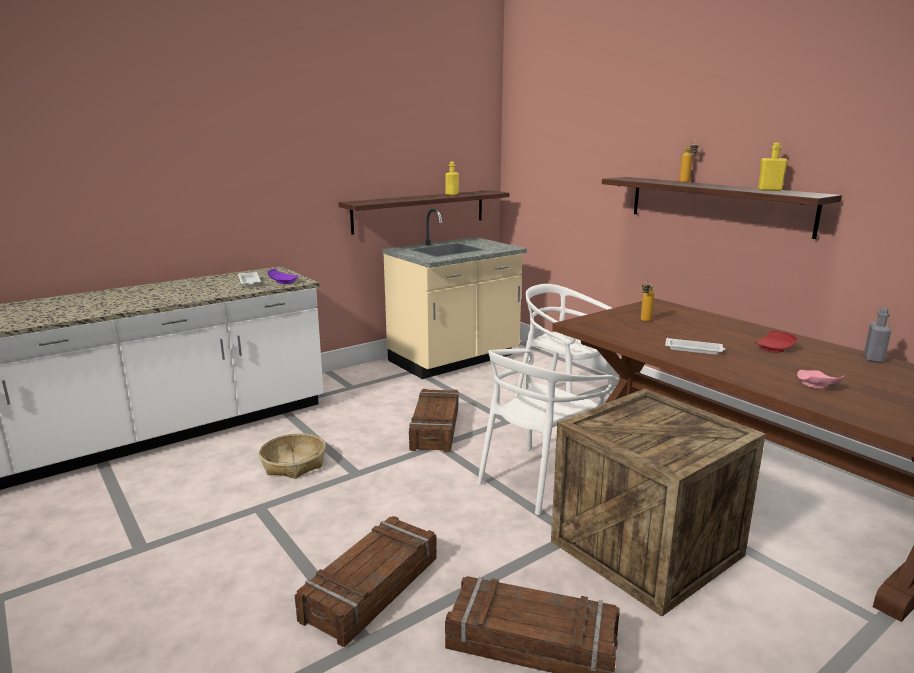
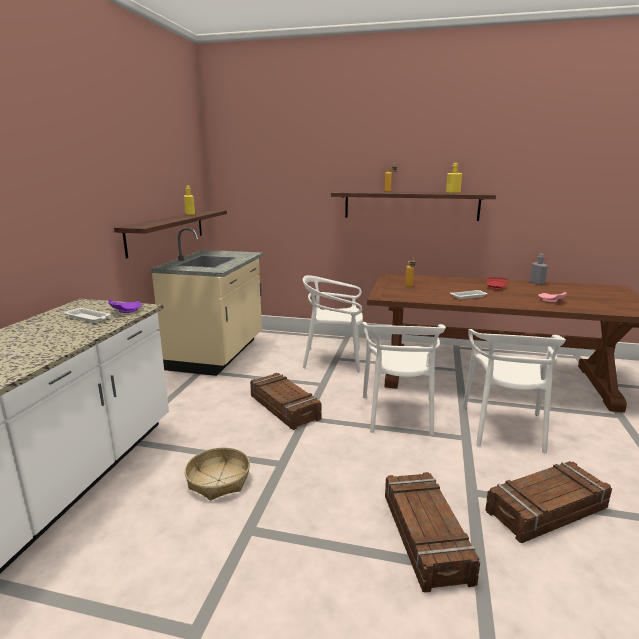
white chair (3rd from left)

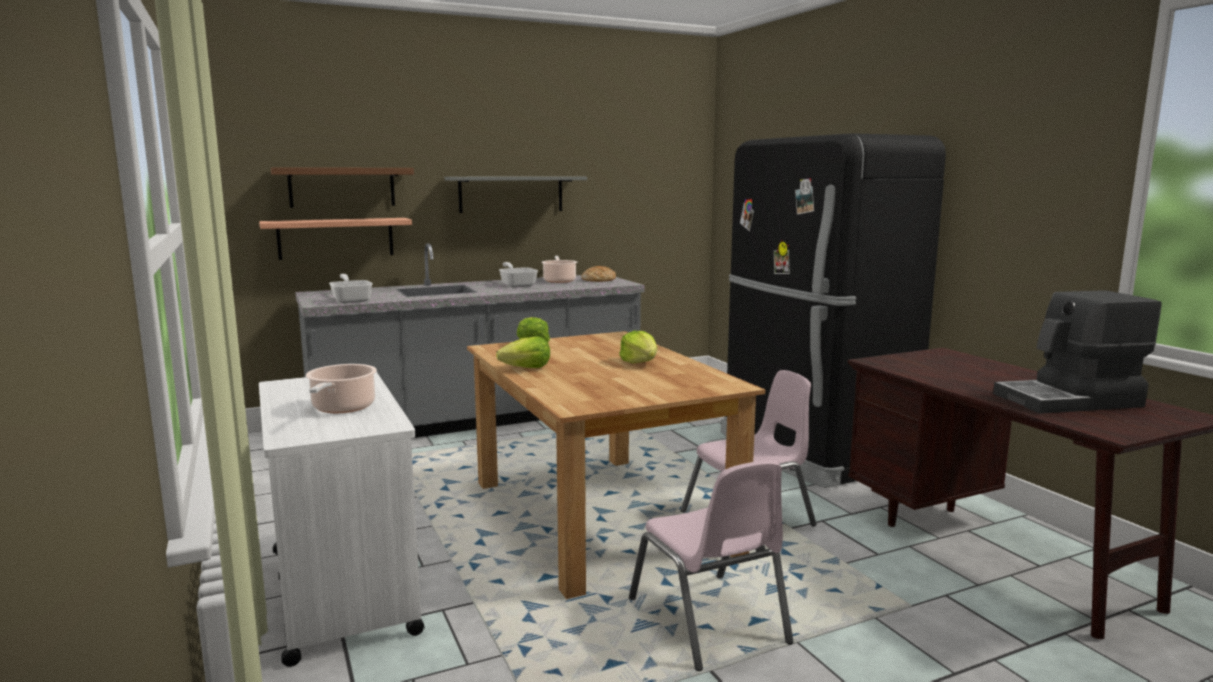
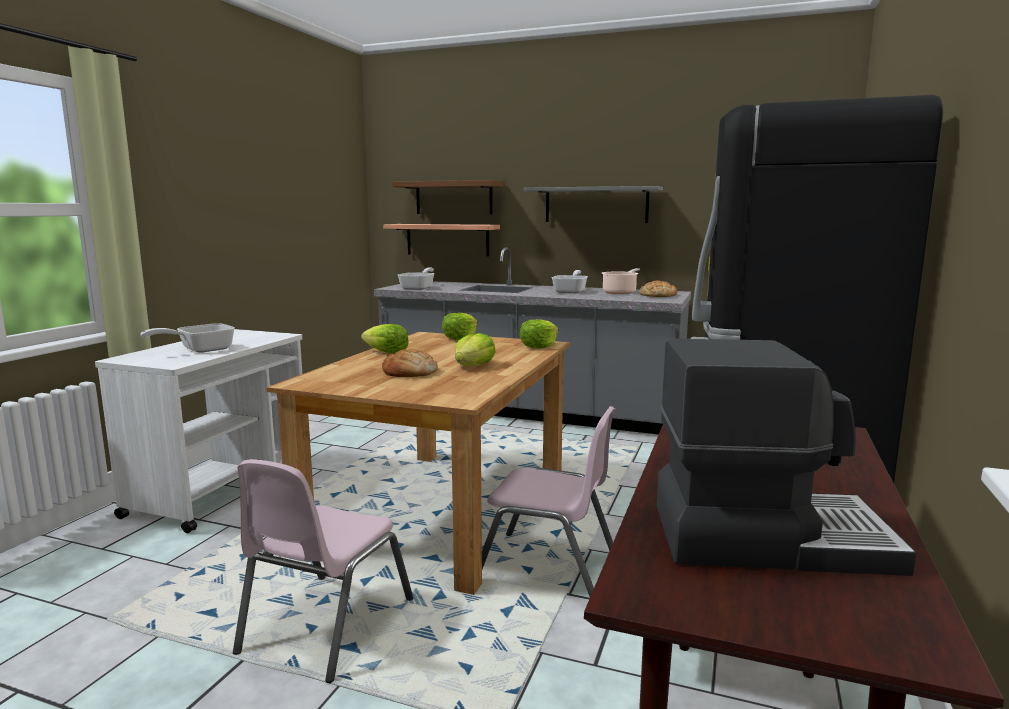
frying pan (1st from left); bread (1st from left); lettuce (4th from left); coffee machine

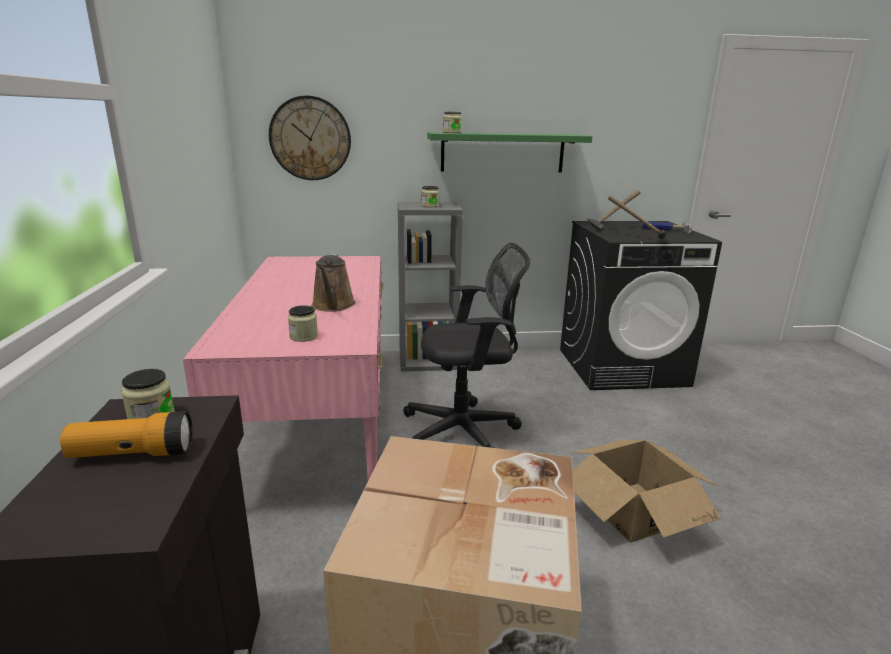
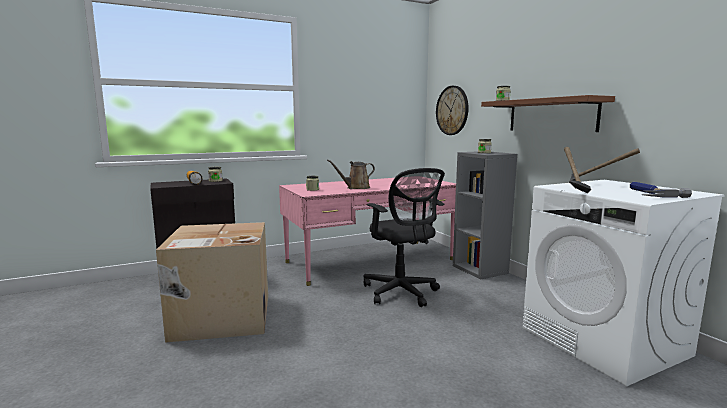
brown shelf; white washing machine; cardboard box (2nd from left in the first image)

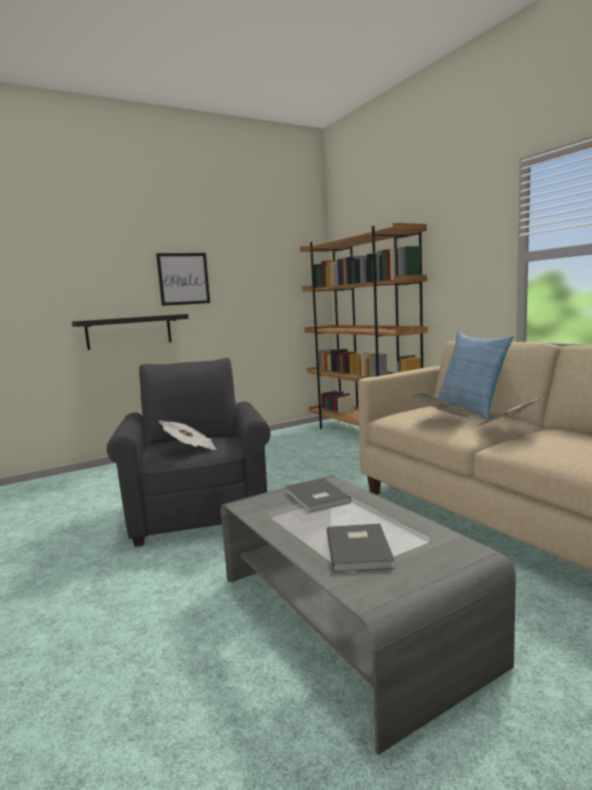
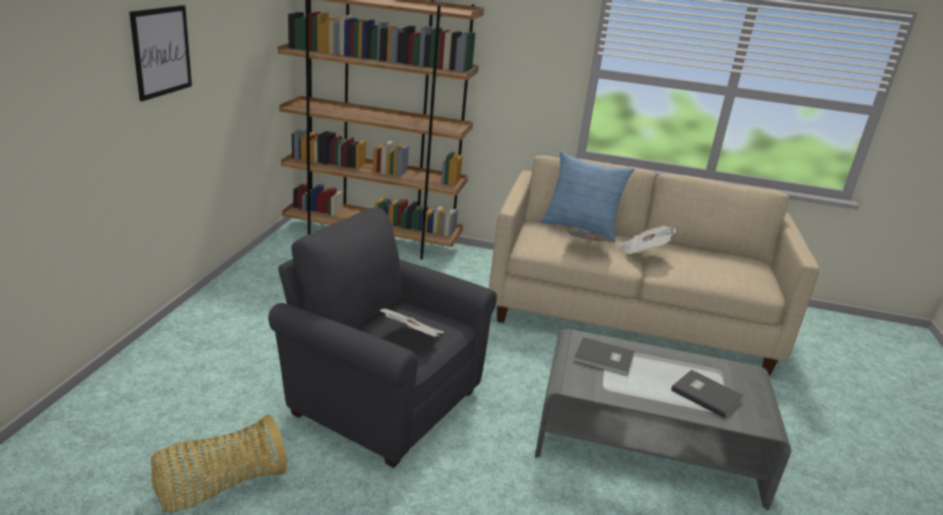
basket; black shelf

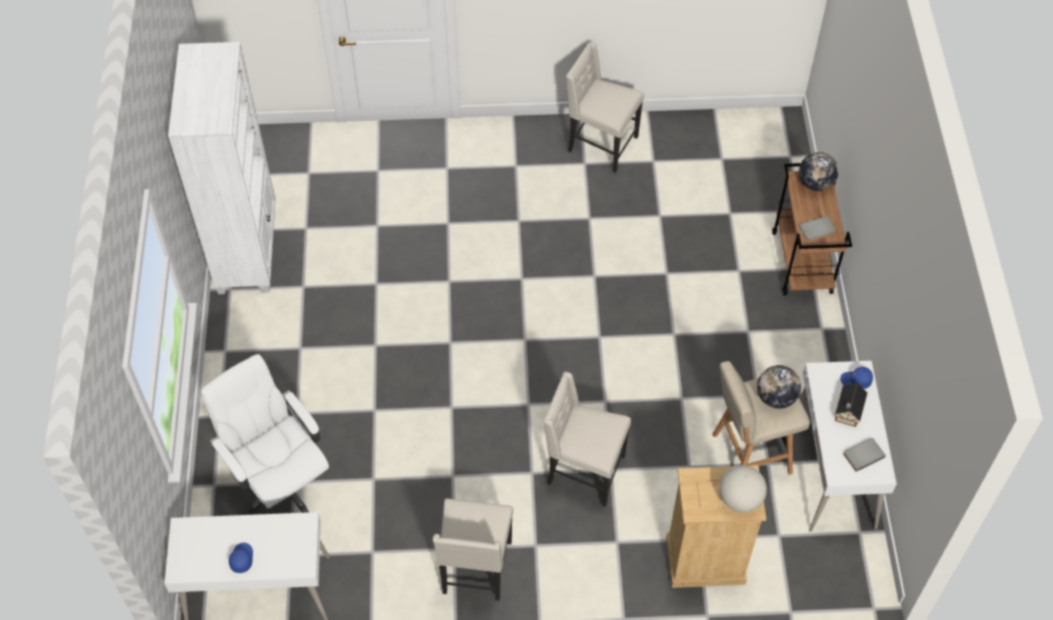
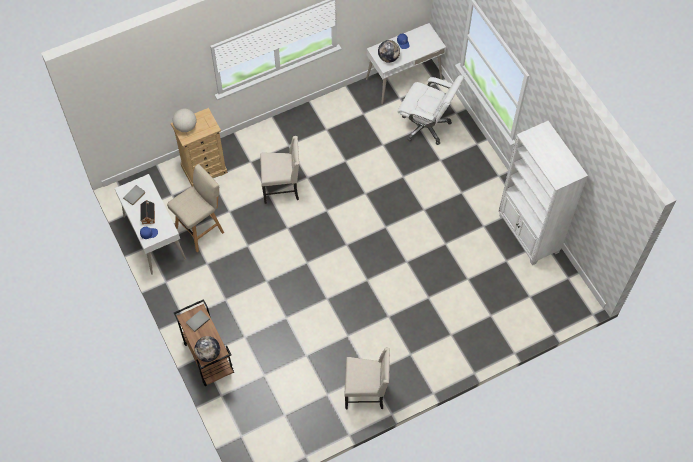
globe (3rd from left); beige chair (1st from left in the first image)

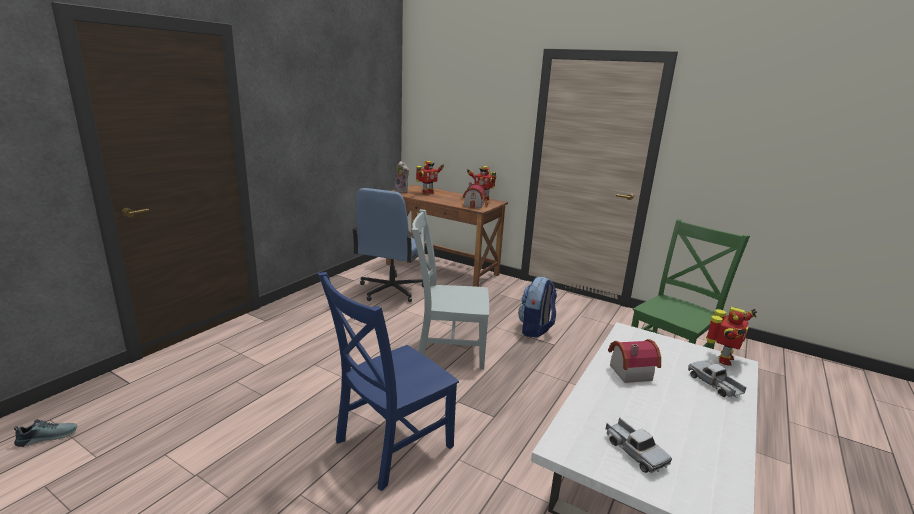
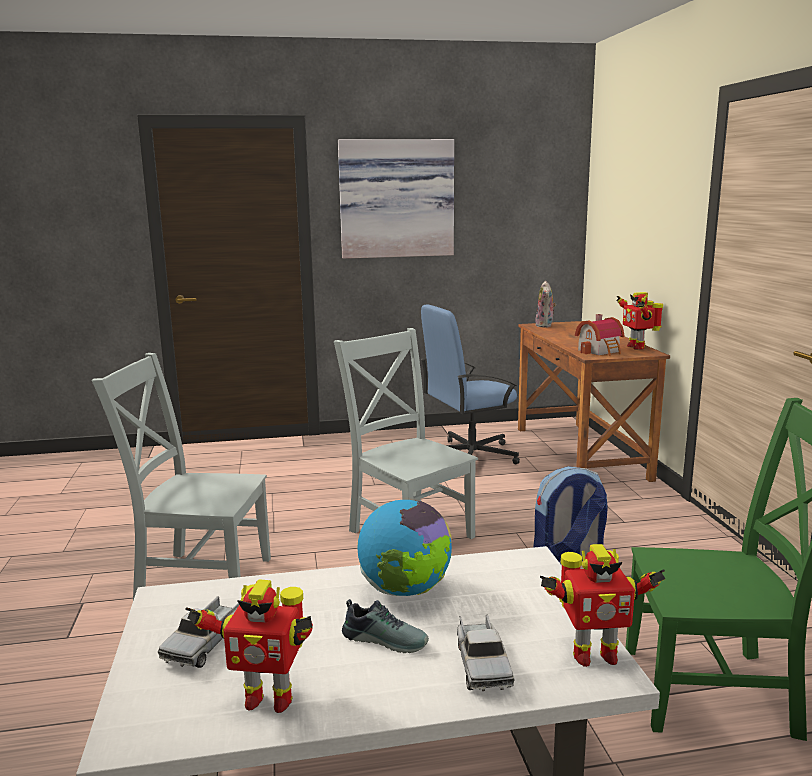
grey chair (1st from left); toy robot (1st from left); picture; shoe; globe; toy truck (2nd from left)

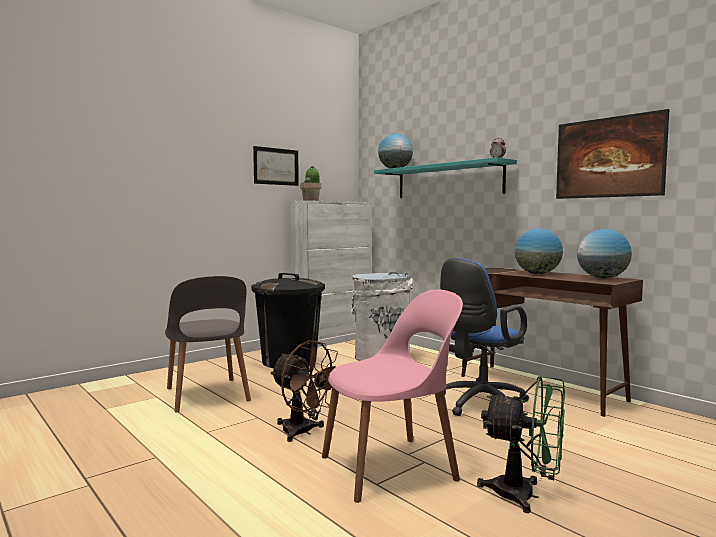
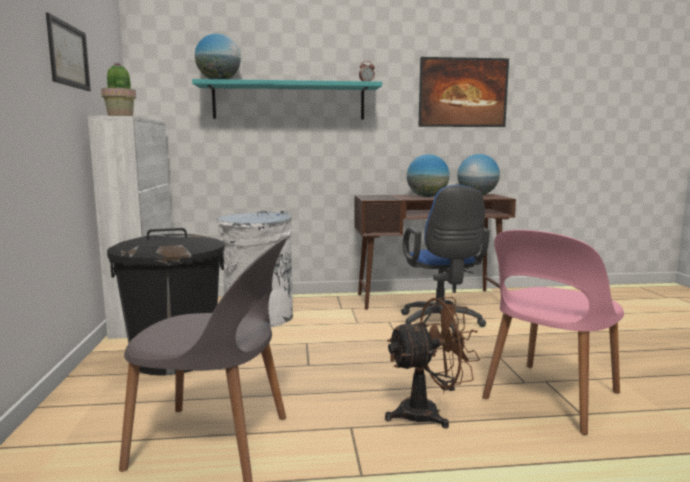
pink chair; green fan

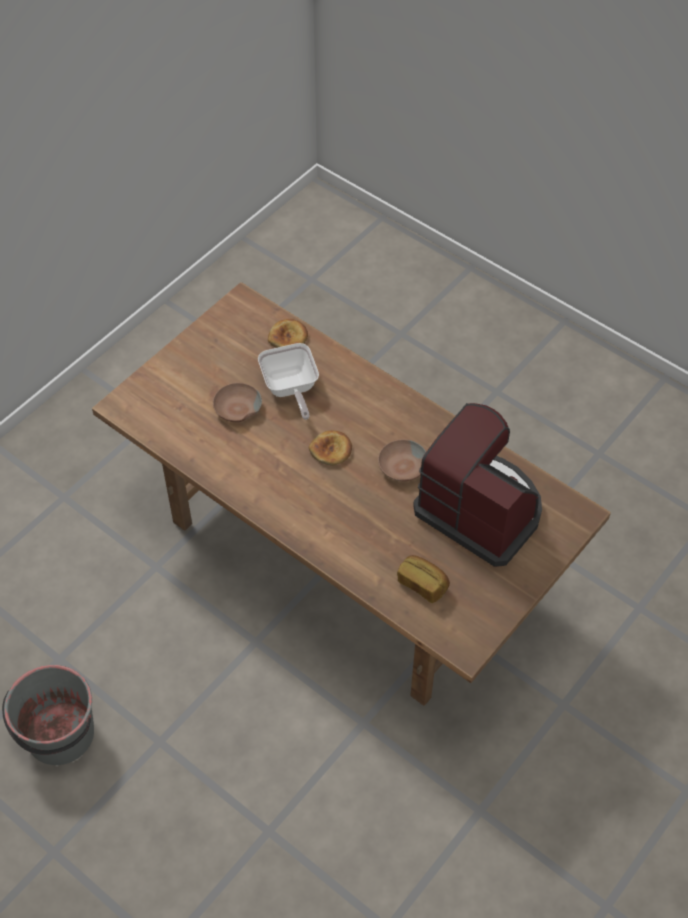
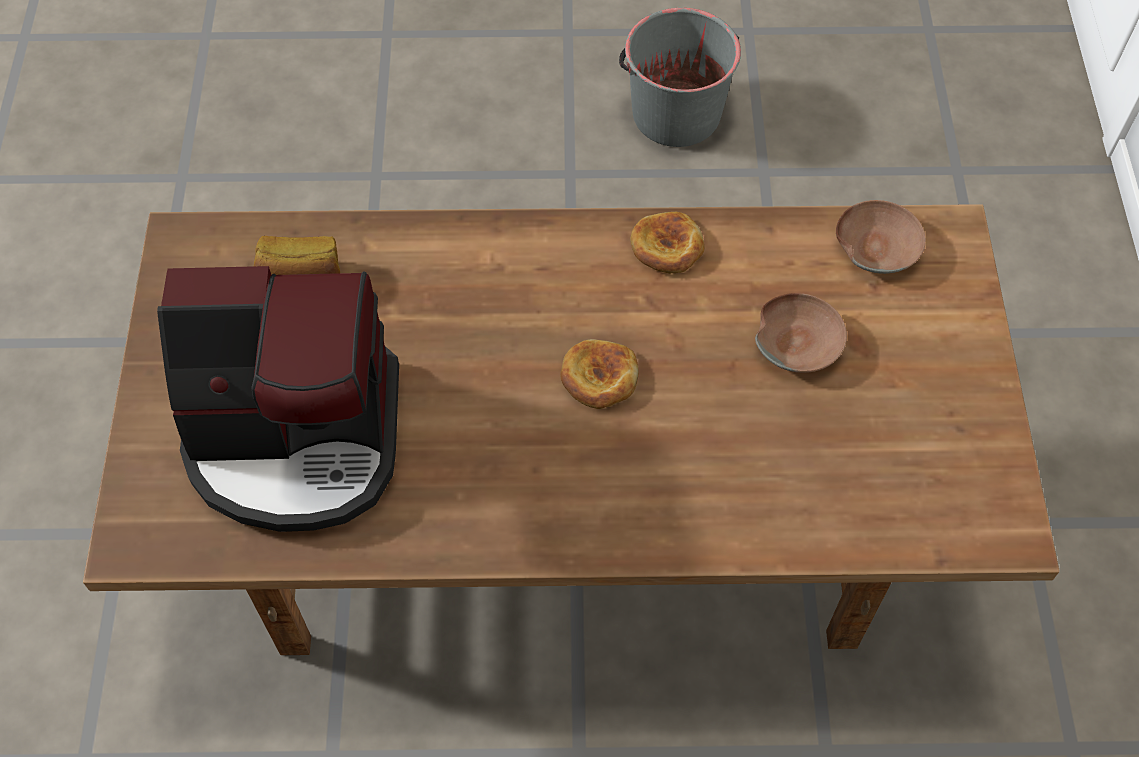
bread (3rd from left); brown bowl (2nd from left); frying pan

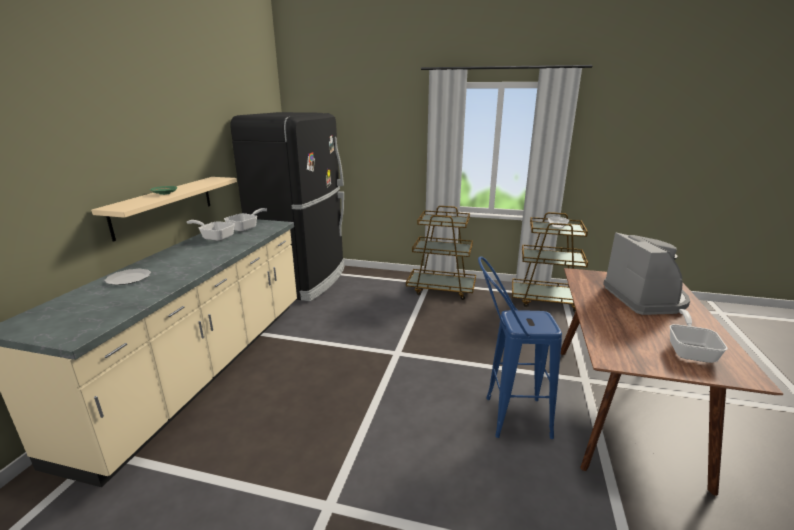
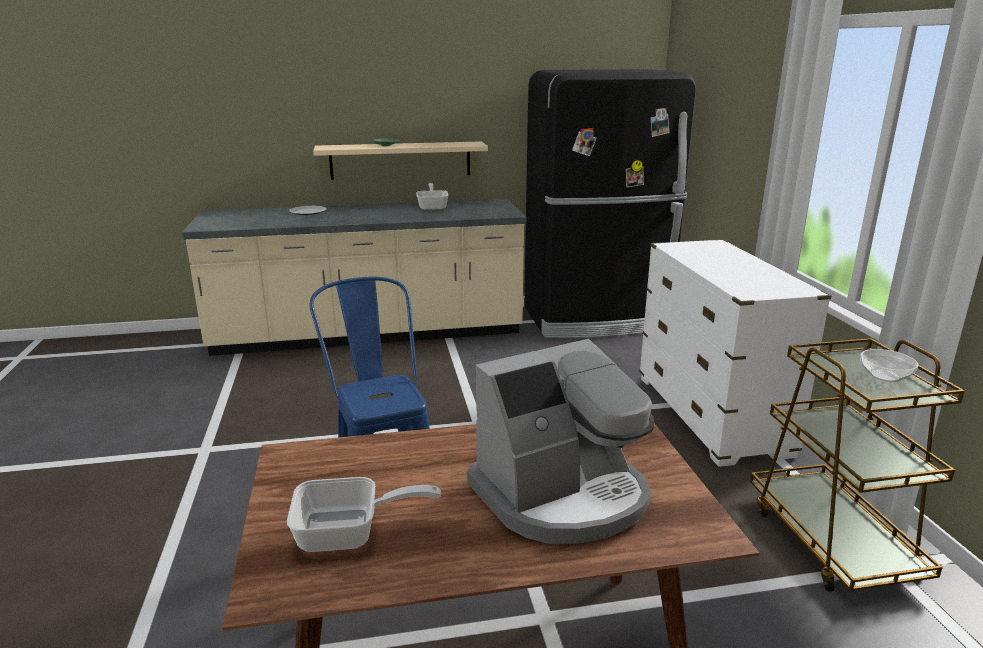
white dresser; frying pan (2nd from left in the first image)

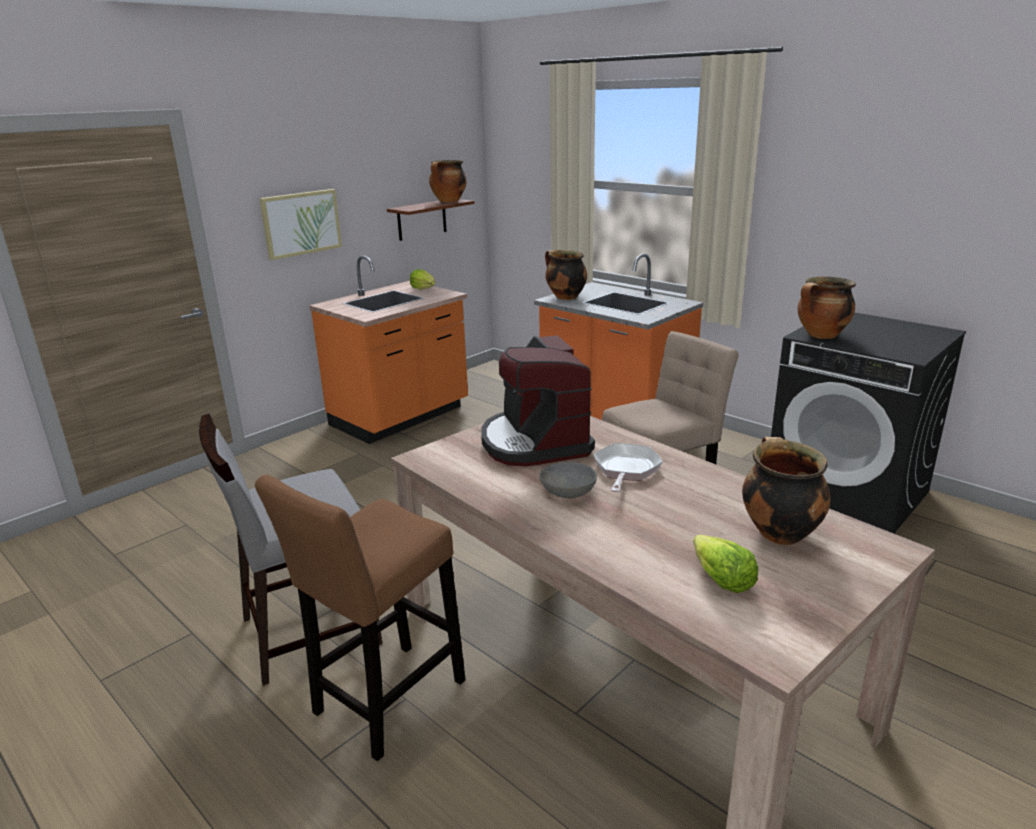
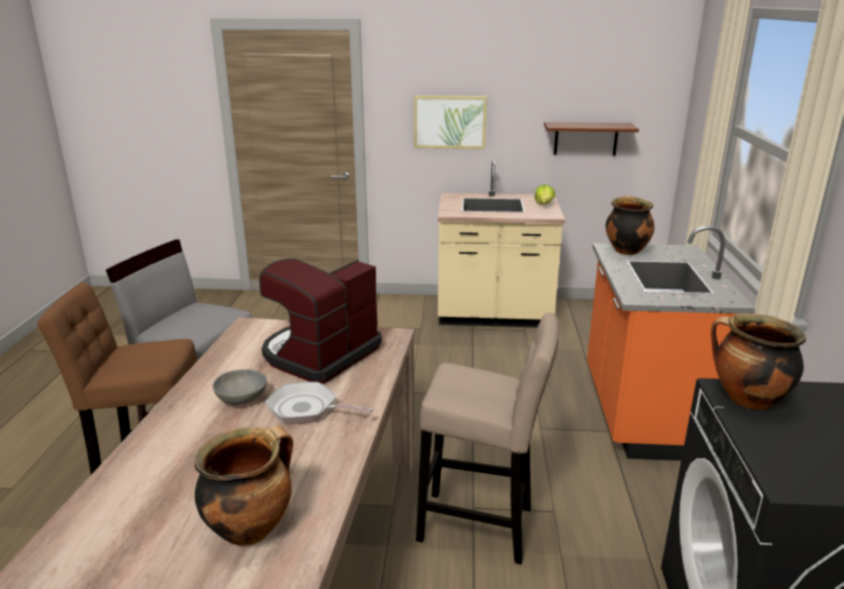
frying pan; beige counter; cooking pot (1st from left in the first image); lettuce (2nd from left in the first image)

